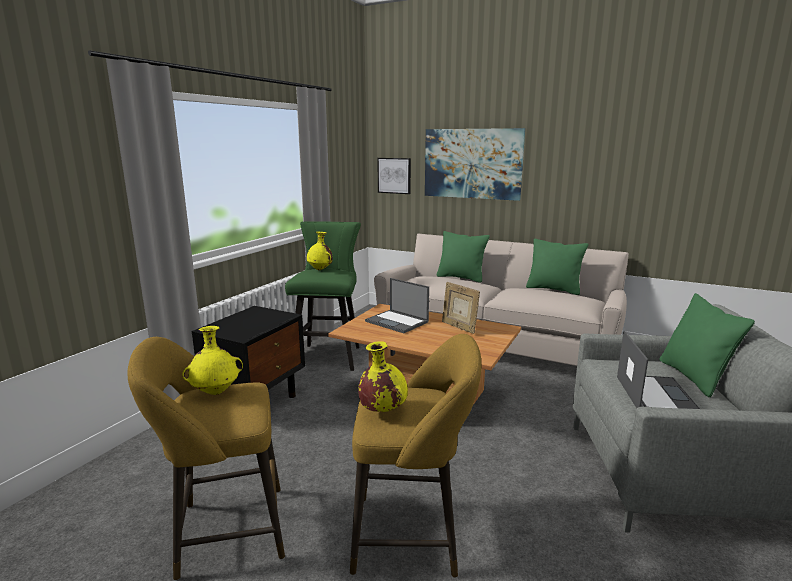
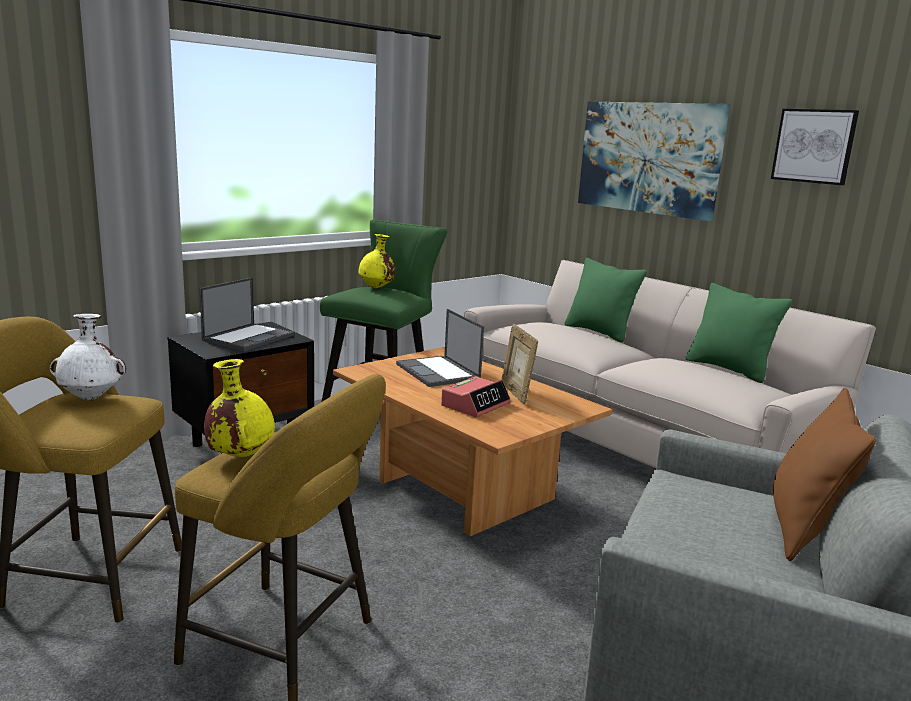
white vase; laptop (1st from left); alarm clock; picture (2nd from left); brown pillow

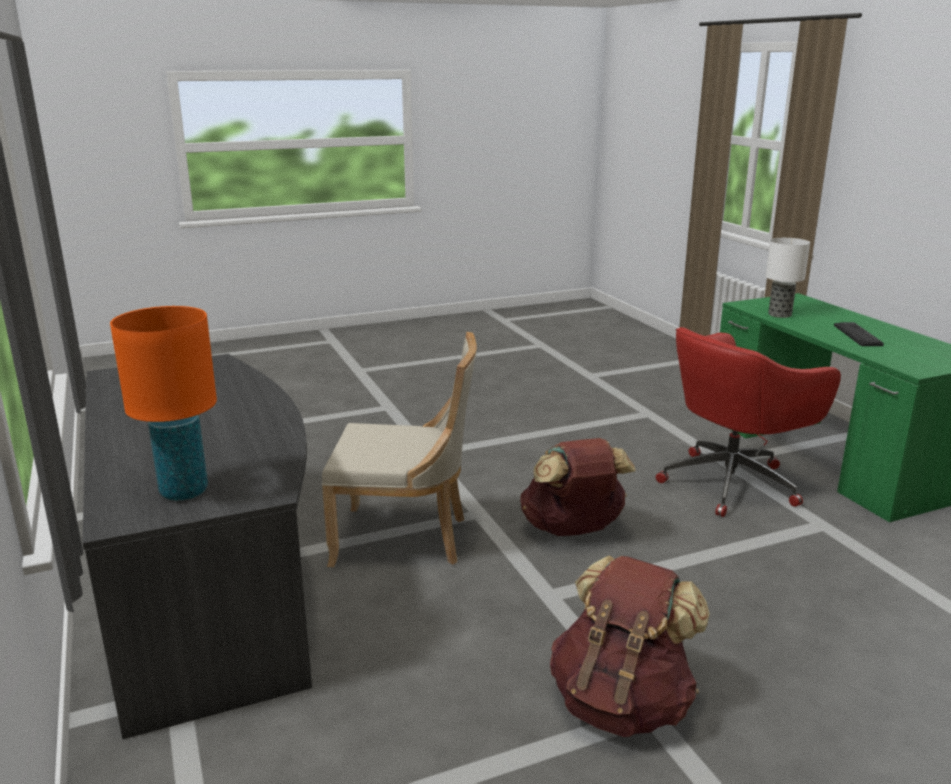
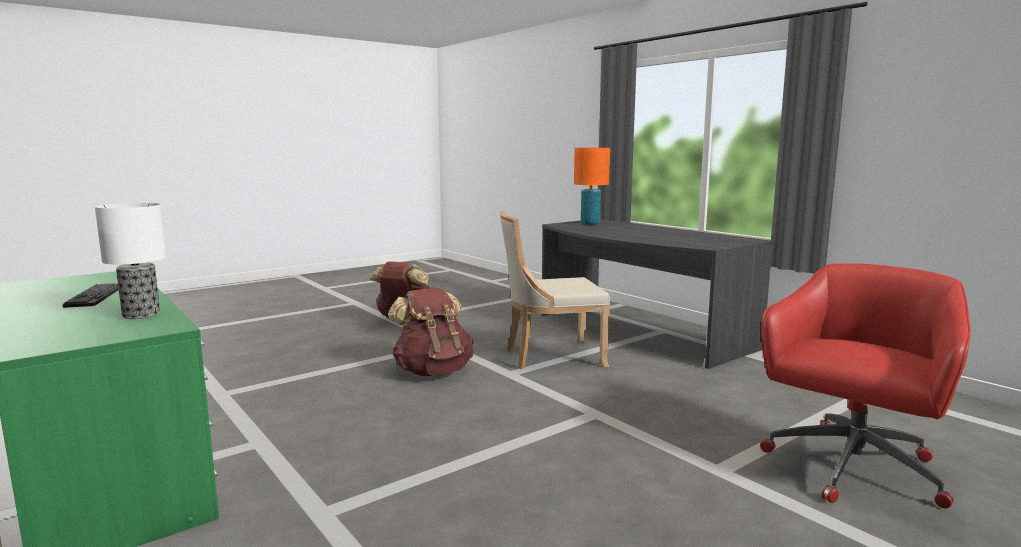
red office chair

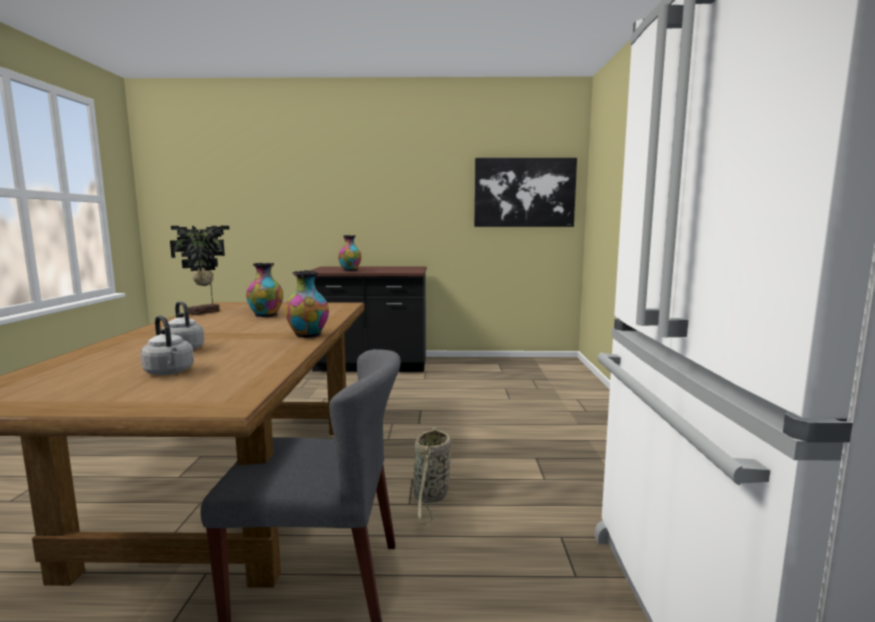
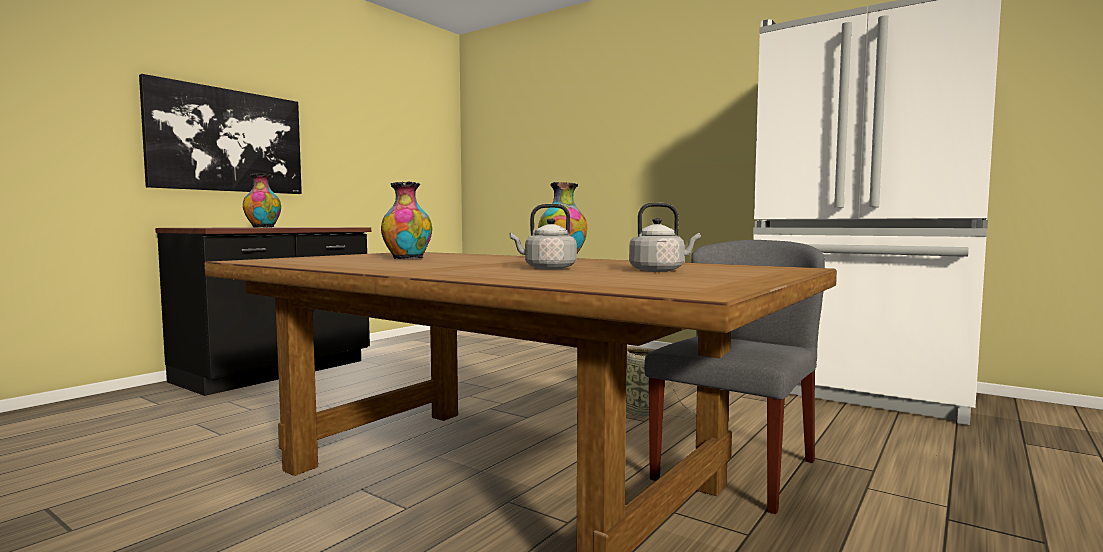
picture; potted plant

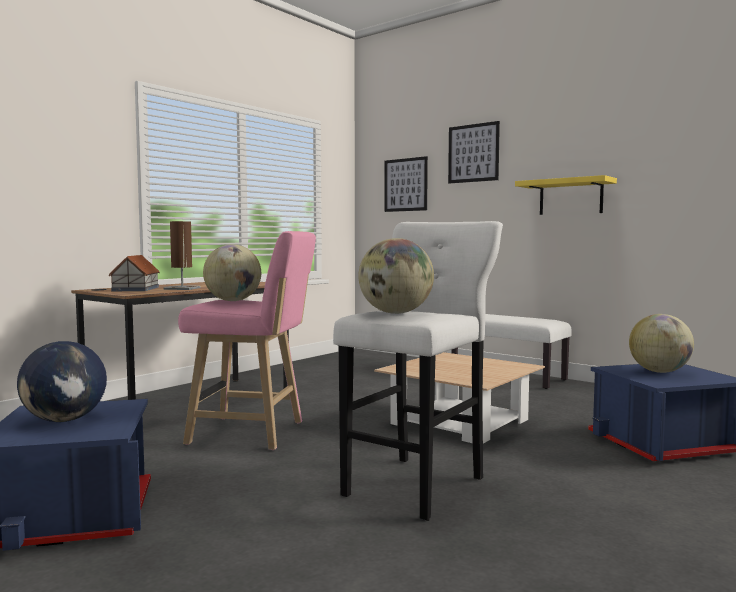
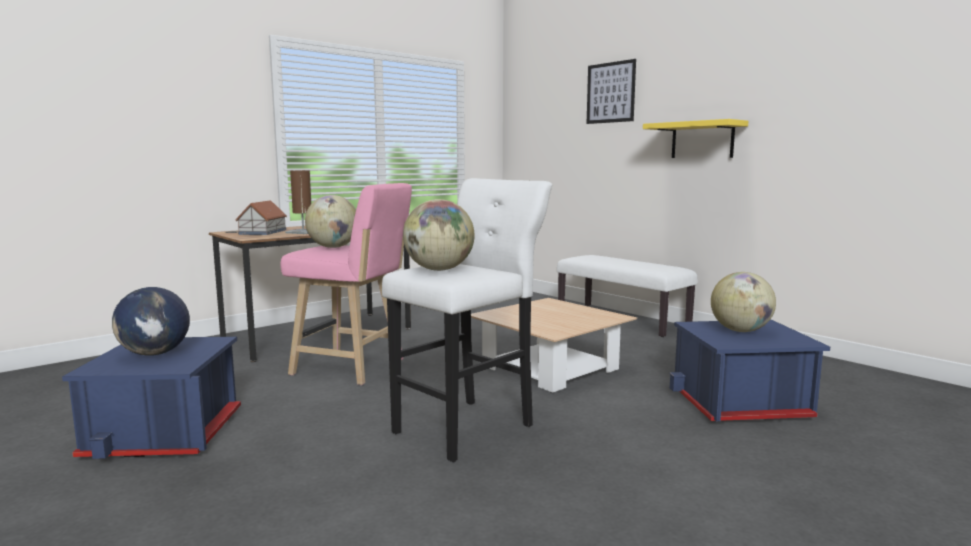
picture (1st from left in the first image)

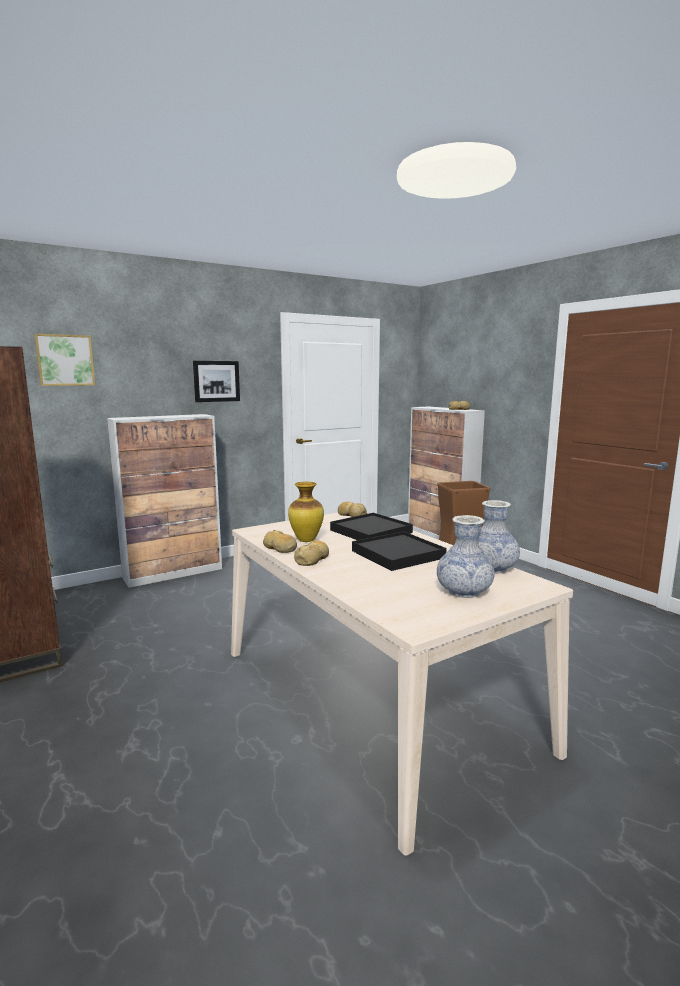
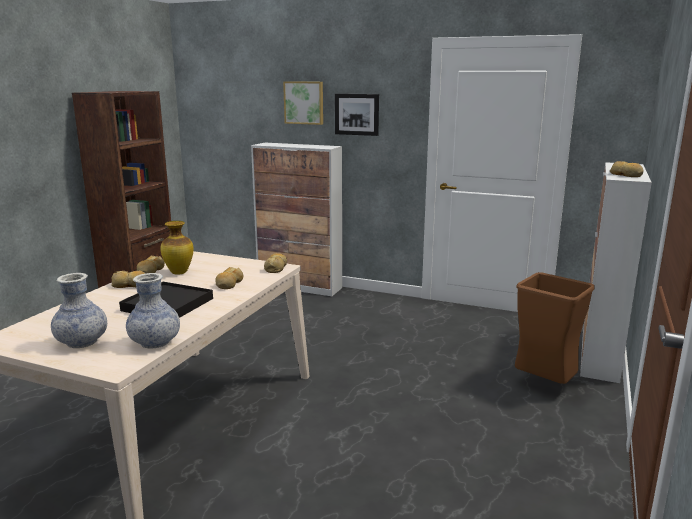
bread (3rd from left); picture (1st from left)

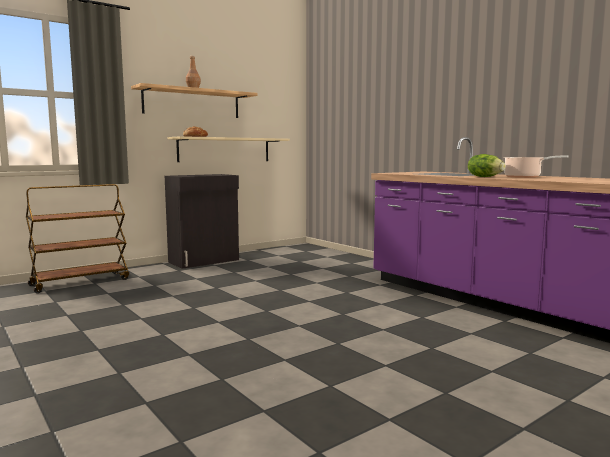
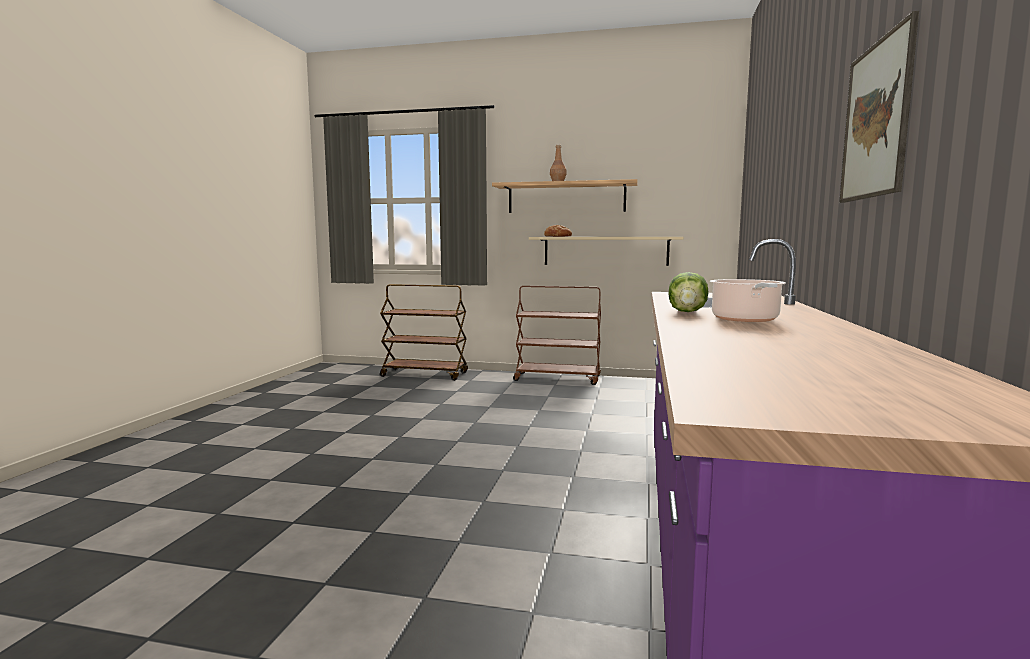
brown cart (2nd from left); picture

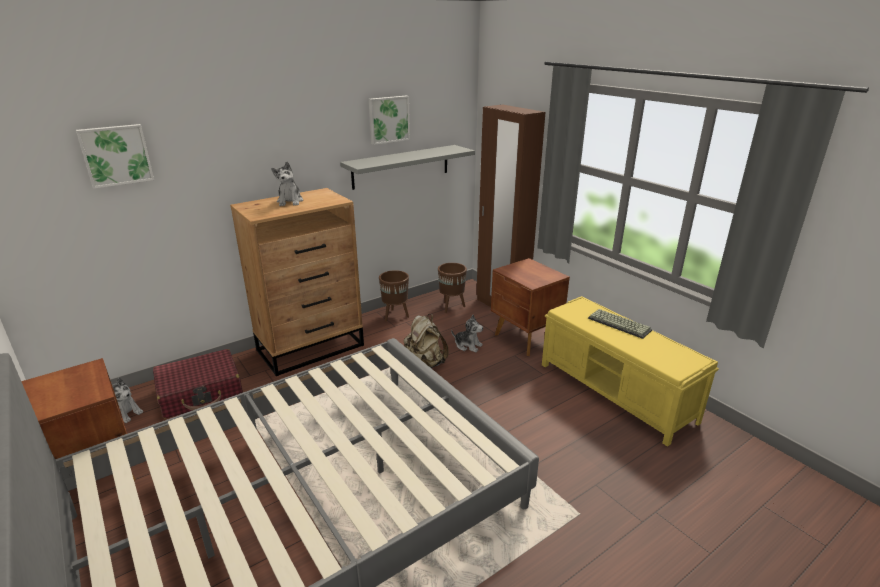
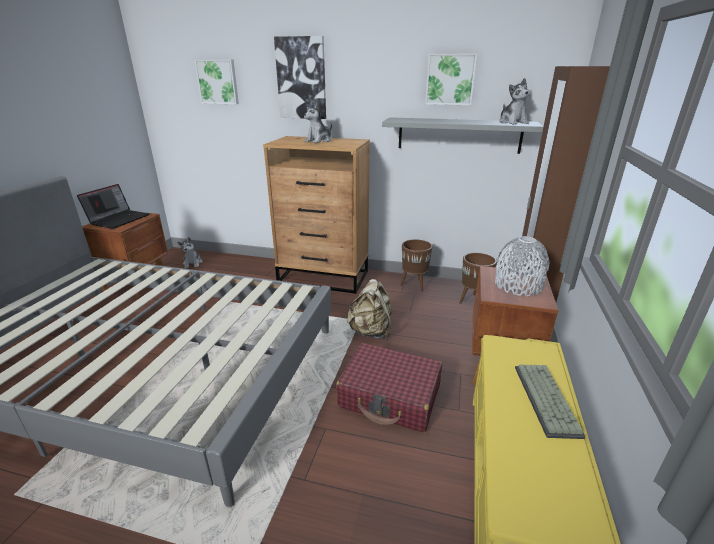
laptop; picture (2nd from left); red suitcase; grey vase; plush toy (3rd from left)

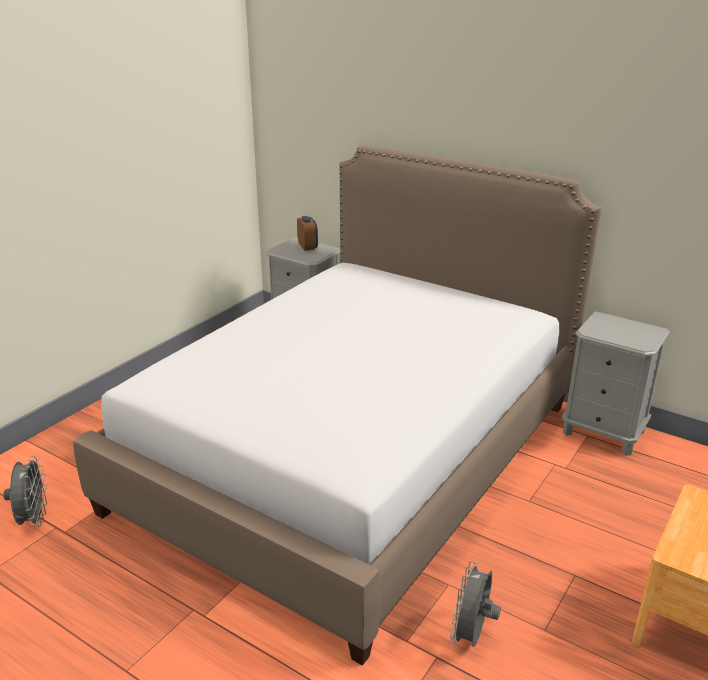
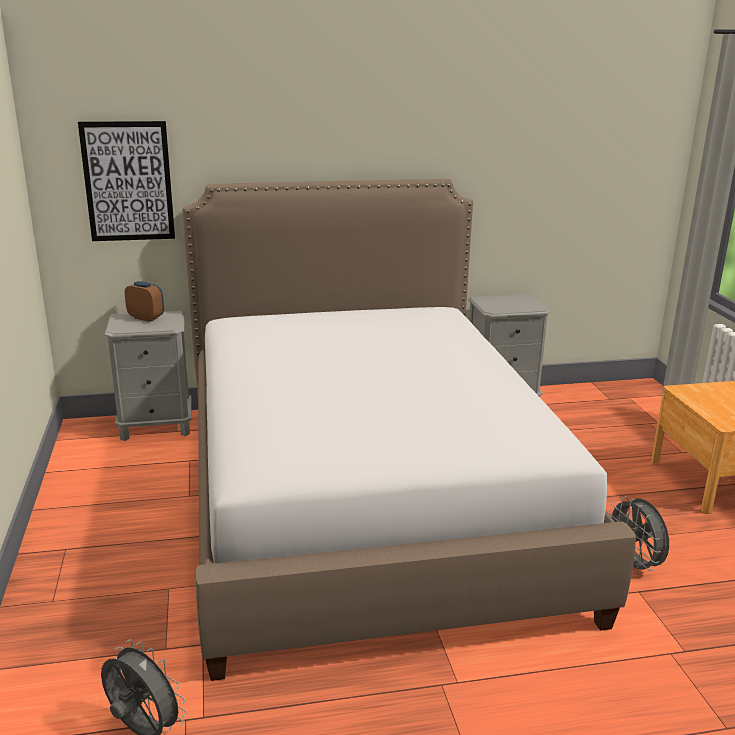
picture

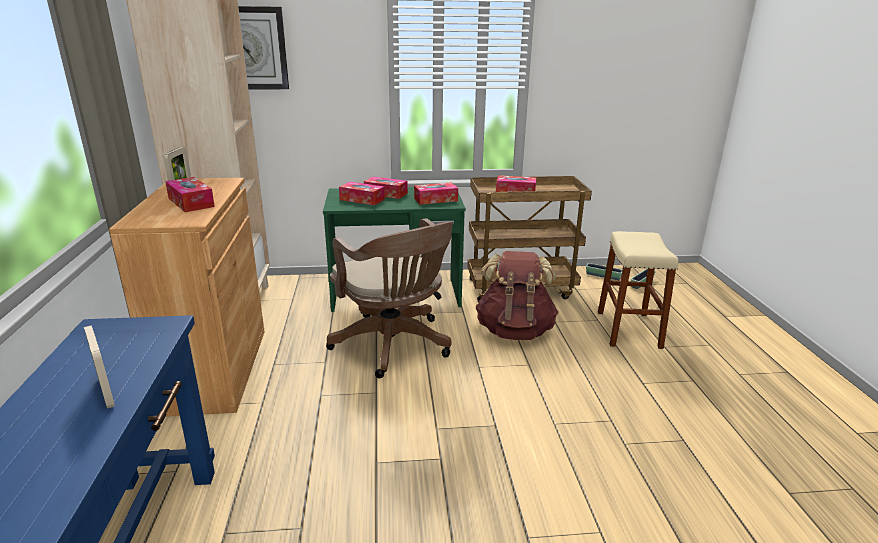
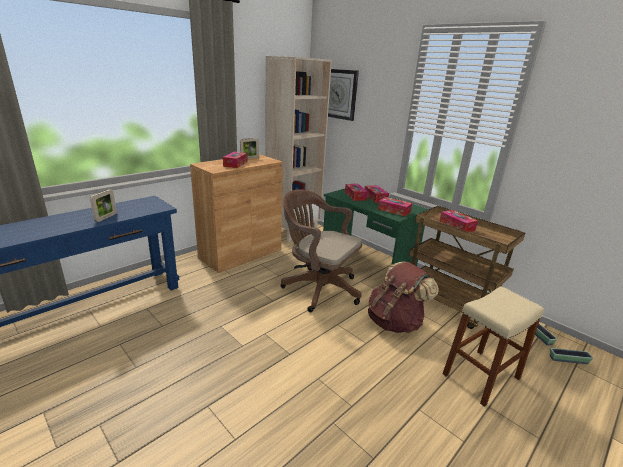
brown office chair

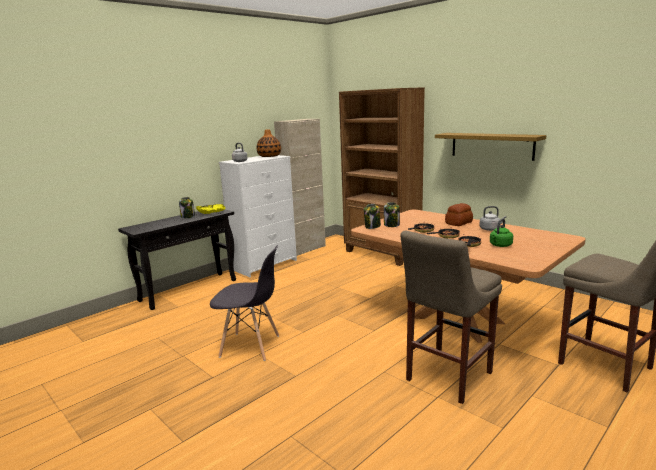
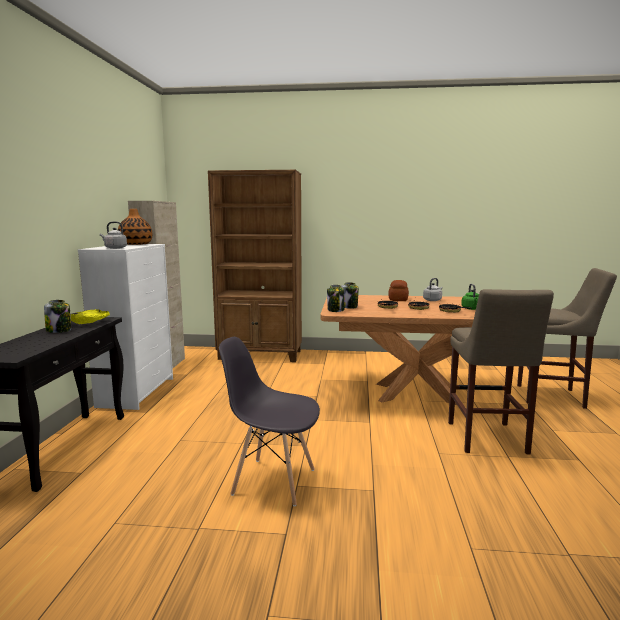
grey chair; shelf

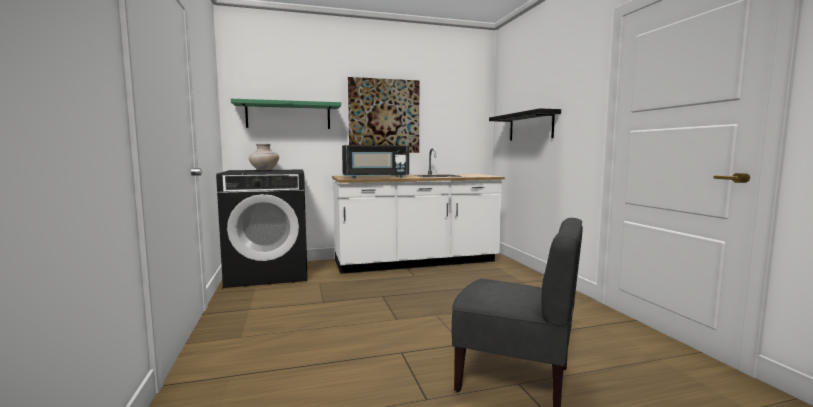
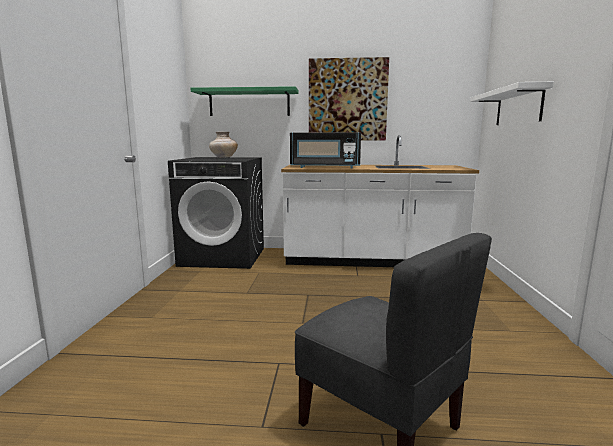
white shelf

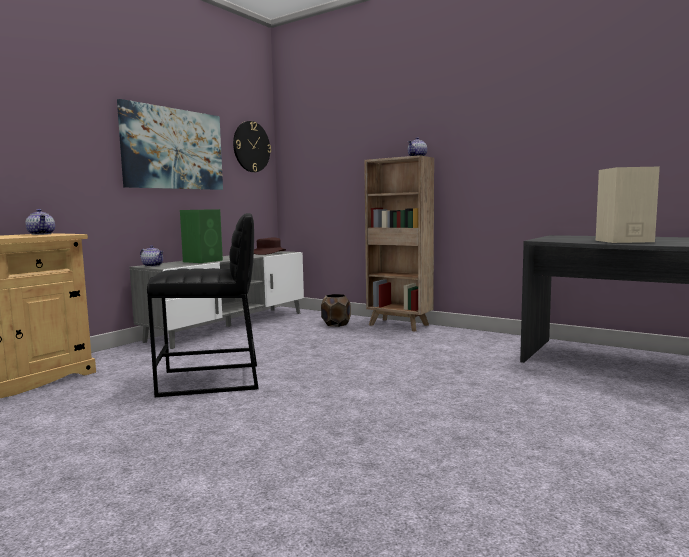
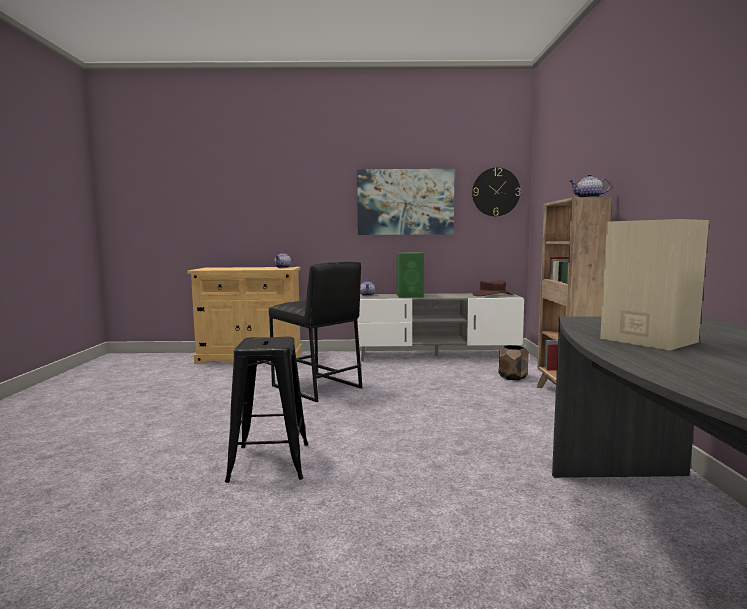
black stool (1st from left)

